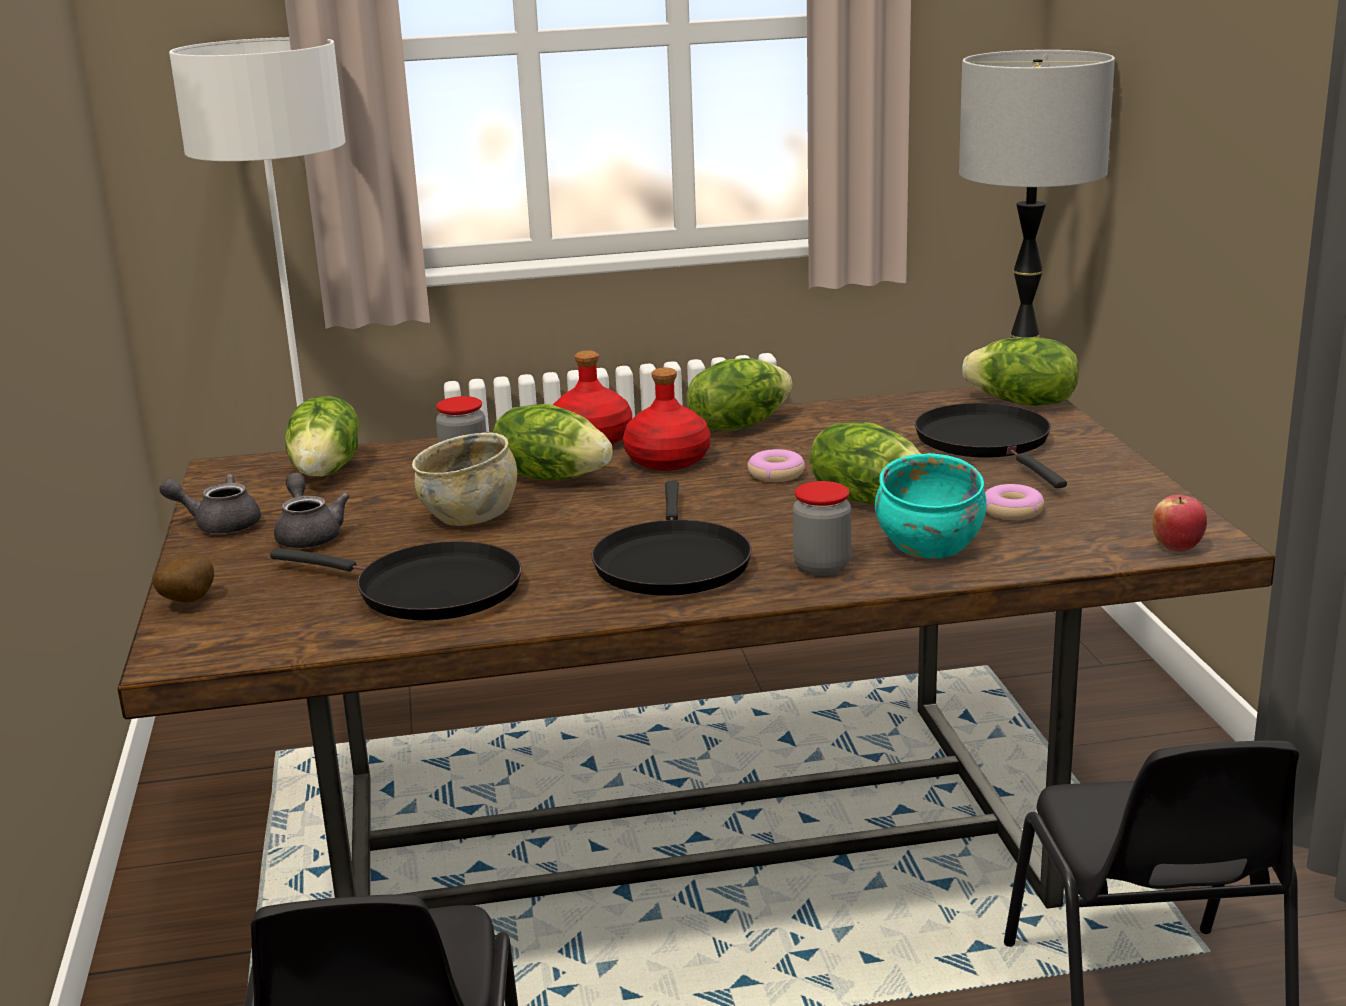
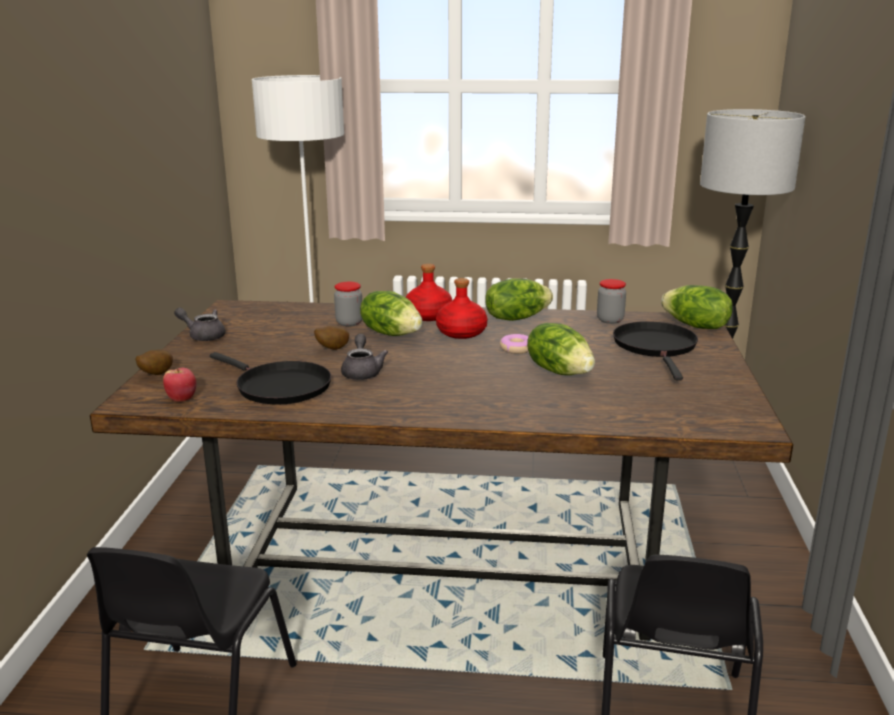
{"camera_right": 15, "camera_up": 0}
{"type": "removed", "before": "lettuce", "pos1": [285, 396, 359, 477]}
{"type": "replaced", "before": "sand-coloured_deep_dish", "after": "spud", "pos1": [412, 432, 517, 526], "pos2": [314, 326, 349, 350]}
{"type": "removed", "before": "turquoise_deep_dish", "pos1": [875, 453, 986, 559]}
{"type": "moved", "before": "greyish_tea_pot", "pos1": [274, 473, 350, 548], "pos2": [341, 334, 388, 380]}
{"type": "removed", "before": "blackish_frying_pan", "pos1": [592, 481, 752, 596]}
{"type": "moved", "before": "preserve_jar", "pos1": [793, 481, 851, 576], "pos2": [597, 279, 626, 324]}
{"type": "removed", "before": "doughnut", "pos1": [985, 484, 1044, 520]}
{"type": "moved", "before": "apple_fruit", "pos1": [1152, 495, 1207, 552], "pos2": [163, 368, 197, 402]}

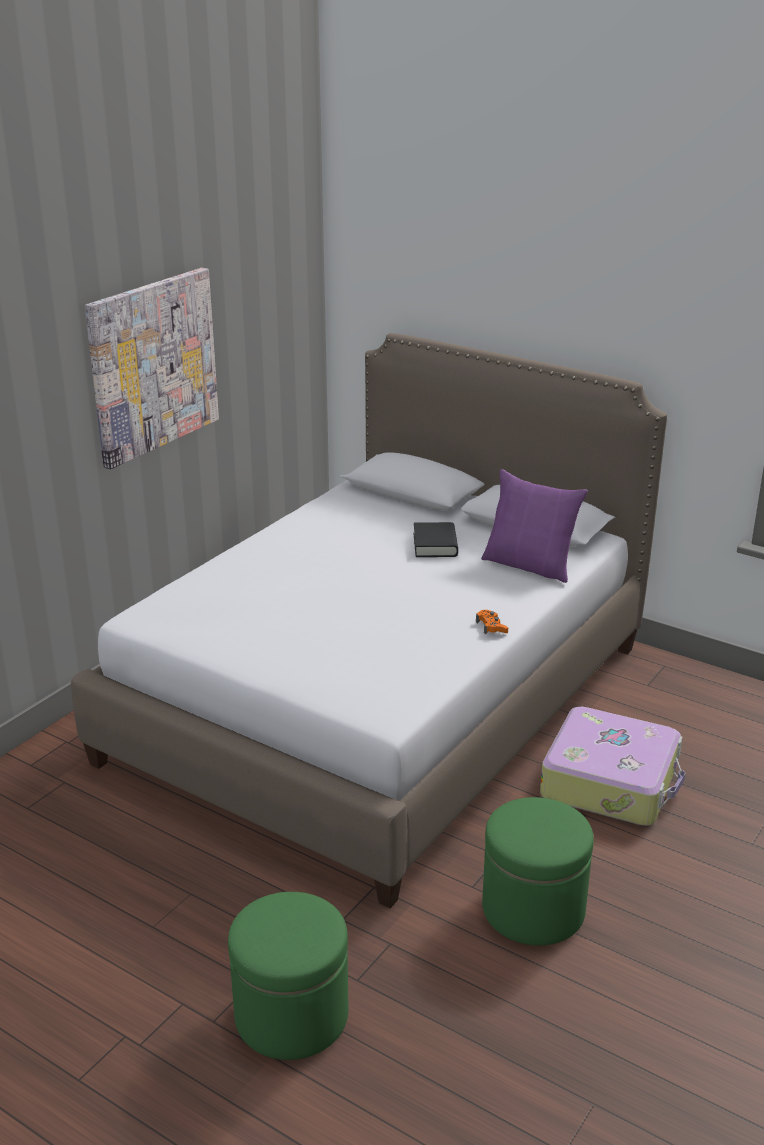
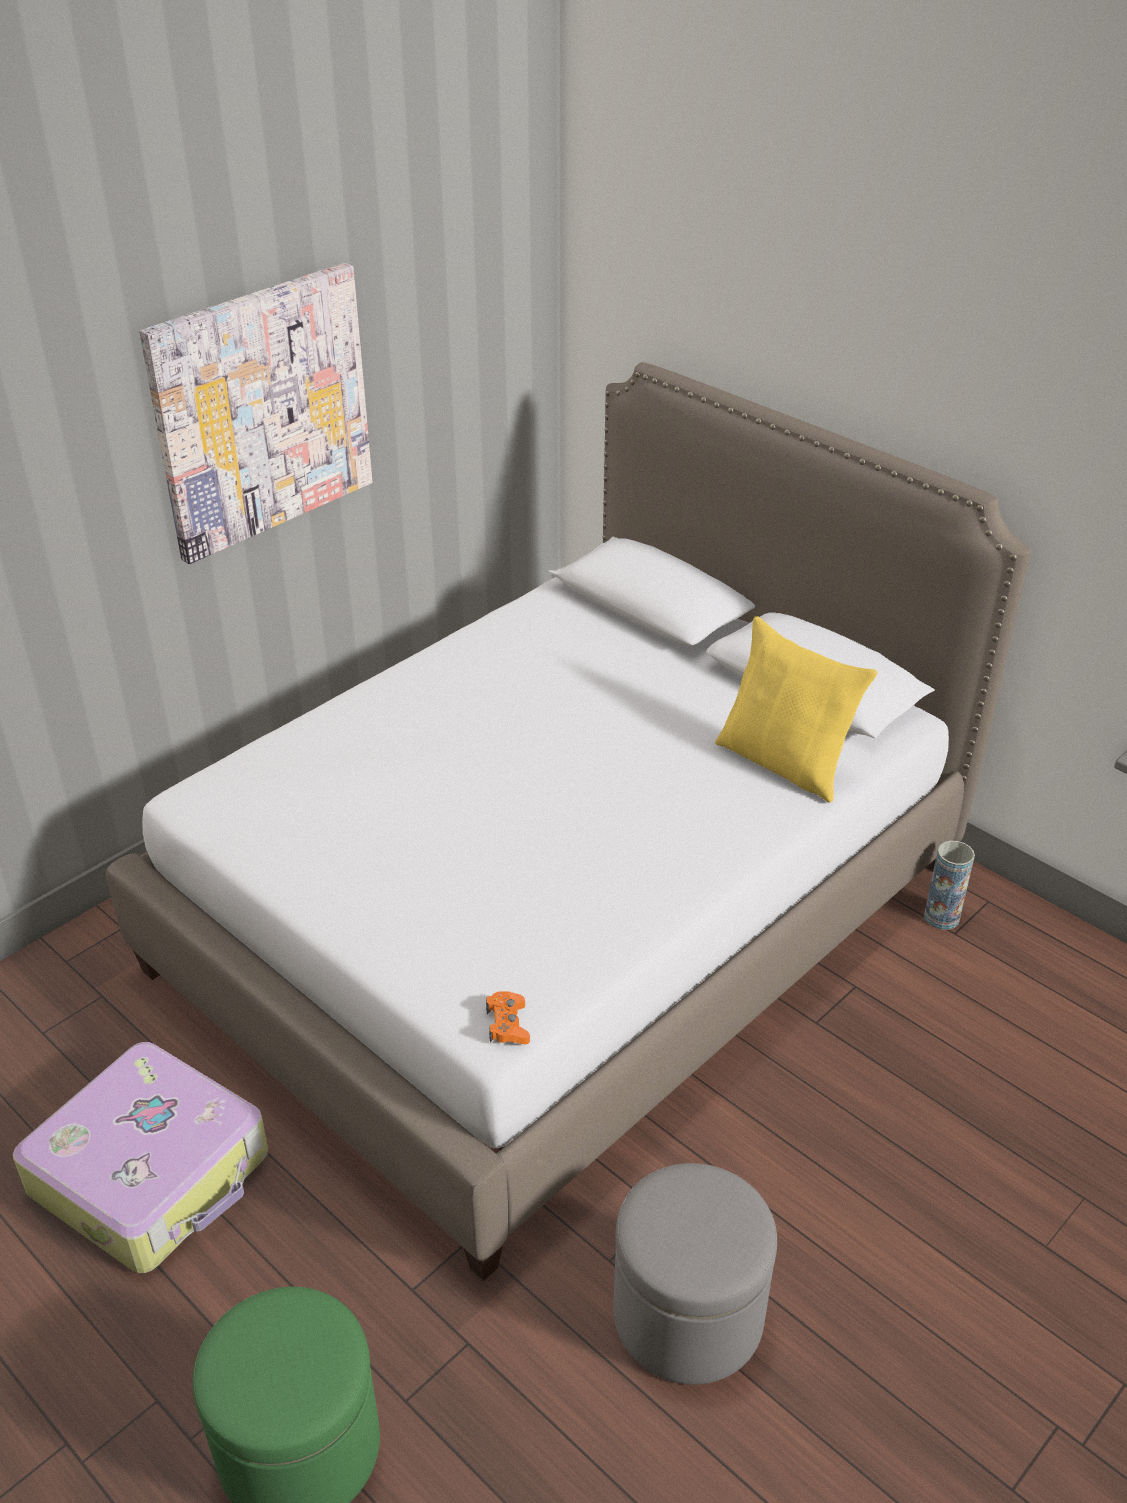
{"camera_right": 10, "camera_up": 10}
{"type": "recoloured", "before": "purple_cushion", "after": "yellow-coloured_cushion", "pos1": [481, 469, 588, 583], "pos2": [715, 616, 878, 803]}
{"type": "removed", "before": "blackish_book", "pos1": [413, 522, 458, 557]}
{"type": "moved", "before": "orange_joypad", "pos1": [476, 610, 508, 635], "pos2": [486, 991, 530, 1044]}
{"type": "moved", "before": "travel_case", "pos1": [540, 707, 685, 826], "pos2": [13, 1042, 268, 1273]}
{"type": "recoloured", "before": "greenish_ottoman", "after": "greyish_ottoman", "pos1": [482, 797, 594, 945], "pos2": [613, 1163, 777, 1385]}
{"type": "added", "after": "flower_vase", "pos2": [924, 841, 975, 930]}

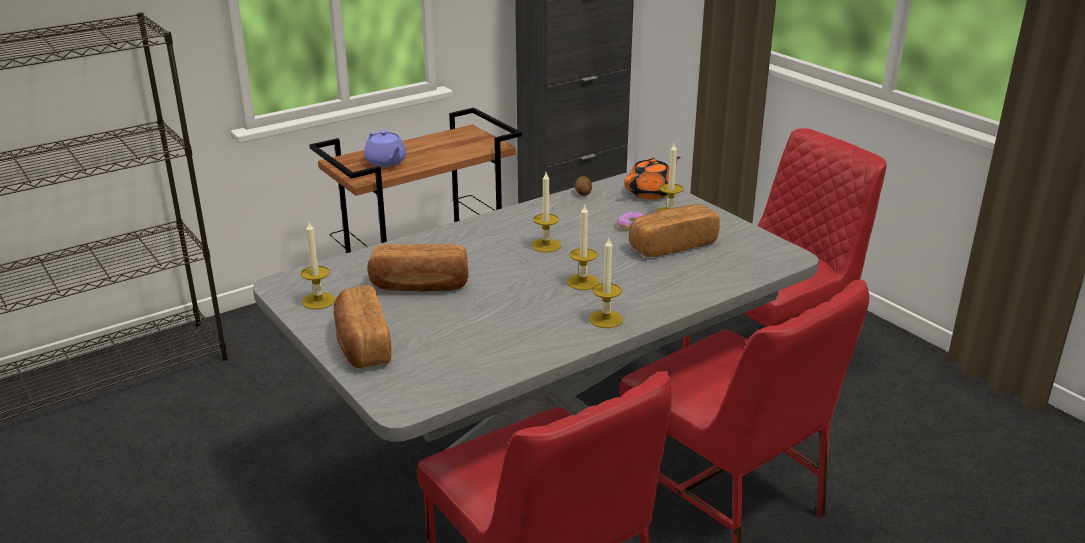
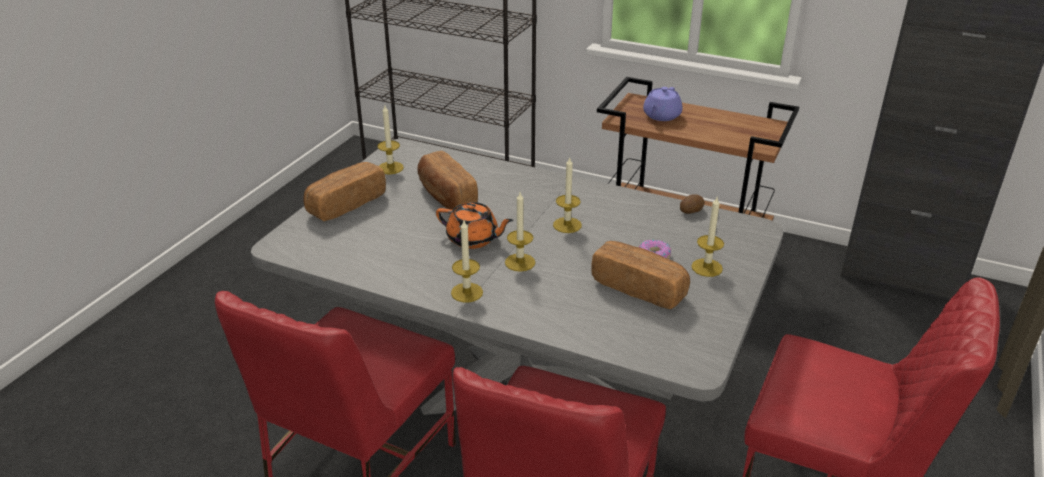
{"camera_right": 60, "camera_up": 5}
{"type": "moved", "before": "orange_tea_pot", "pos1": [624, 157, 680, 200], "pos2": [436, 202, 514, 249]}

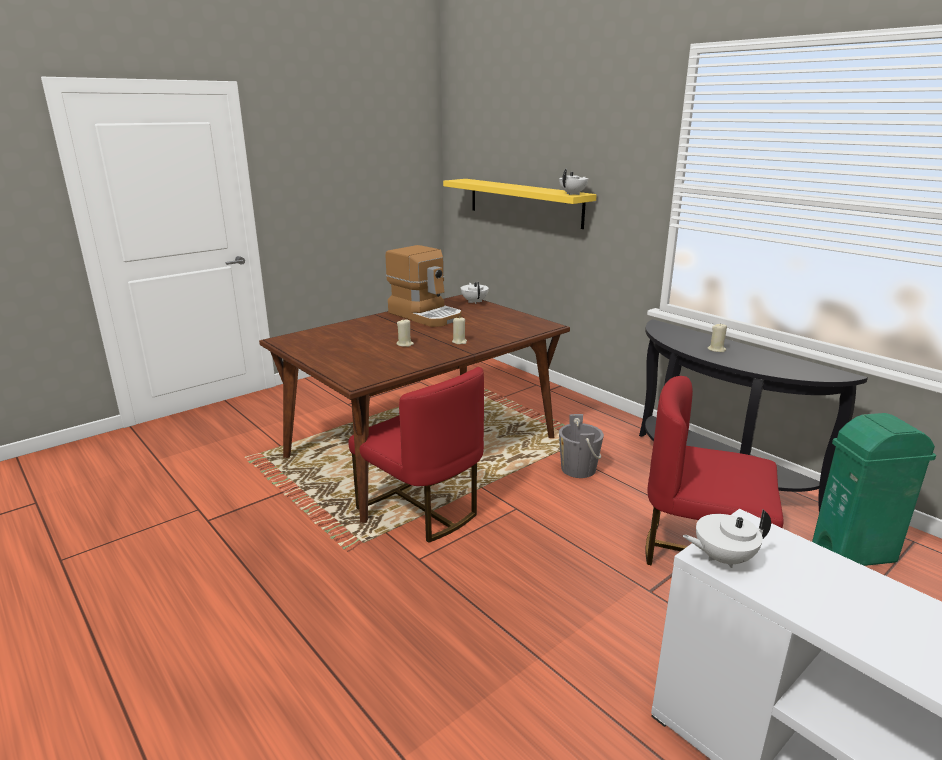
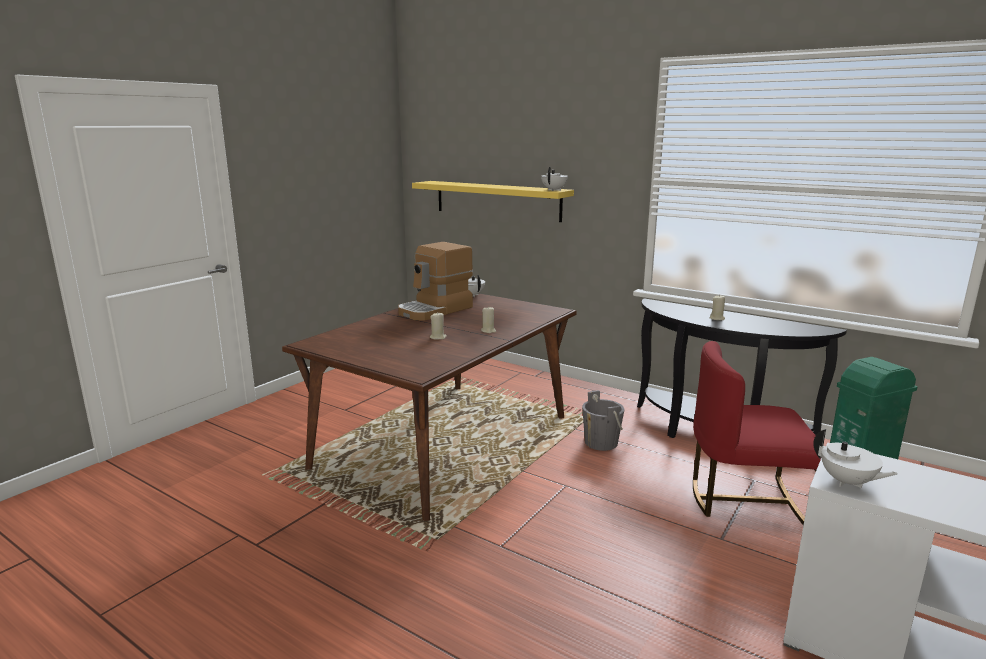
{"camera_right": -15, "camera_up": -5}
{"type": "turned", "before": "coffee_machine", "pos1": [386, 245, 462, 327], "pos2": [398, 242, 473, 321], "turn": 105}
{"type": "removed", "before": "reddish_chair", "pos1": [349, 367, 484, 543]}
{"type": "turned", "before": "white-coloured_tea_pot", "pos1": [683, 510, 771, 568], "pos2": [813, 429, 898, 488], "turn": -105}

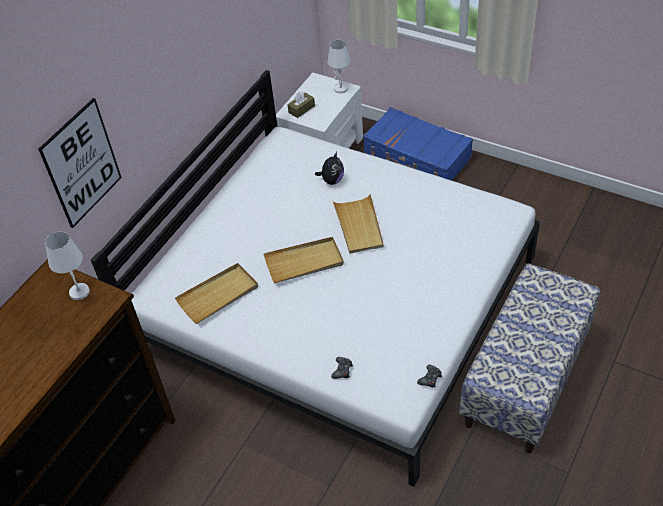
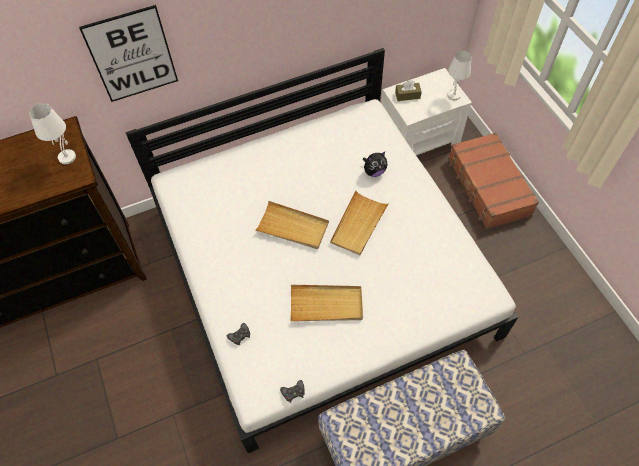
{"camera_right": 35, "camera_up": 10}
{"type": "recoloured", "before": "bluish_travel_case", "after": "brownish_travel_case", "pos1": [363, 107, 473, 181], "pos2": [448, 132, 539, 229]}
{"type": "moved", "before": "sand-coloured_serving_tray", "pos1": [175, 263, 258, 324], "pos2": [291, 285, 363, 321]}

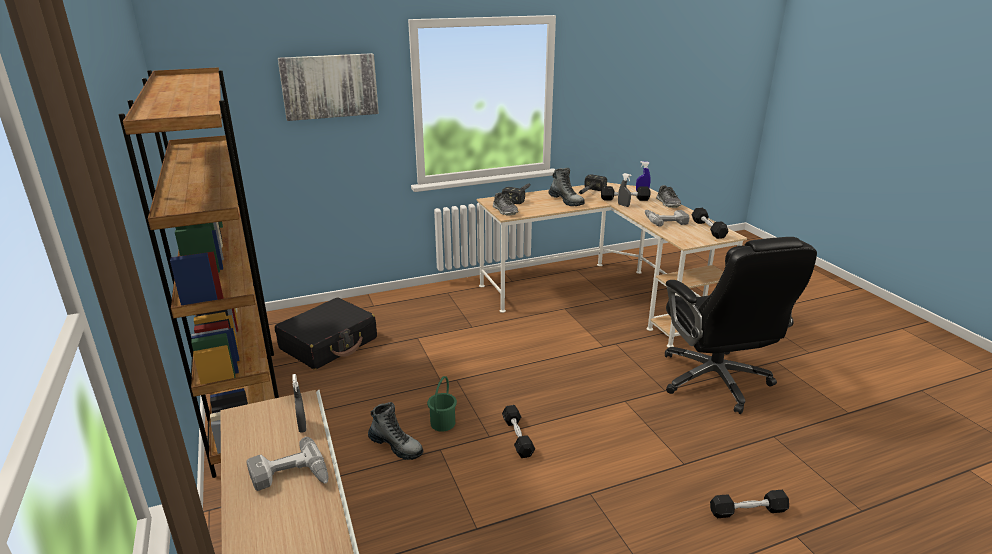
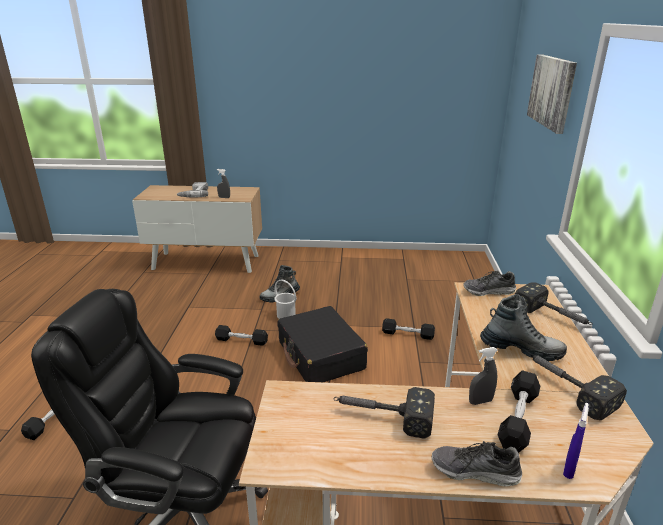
{"camera_right": 115, "camera_up": 0}
{"type": "removed", "before": "brownish_bookcase", "pos1": [118, 67, 279, 478]}
{"type": "turned", "before": "high-top_boot", "pos1": [548, 168, 585, 206], "pos2": [480, 294, 567, 361], "turn": -150}
{"type": "moved", "before": "blackish_free_weight", "pos1": [691, 208, 729, 239], "pos2": [382, 318, 435, 340]}
{"type": "replaced", "before": "drill", "after": "hammer", "pos1": [645, 210, 689, 226], "pos2": [333, 387, 435, 439]}
{"type": "moved", "before": "blackish_travel_case", "pos1": [275, 298, 377, 370], "pos2": [277, 306, 368, 382]}
{"type": "recoloured", "before": "greenish_pail", "after": "white-coloured_pail", "pos1": [427, 376, 457, 432], "pos2": [274, 280, 297, 319]}

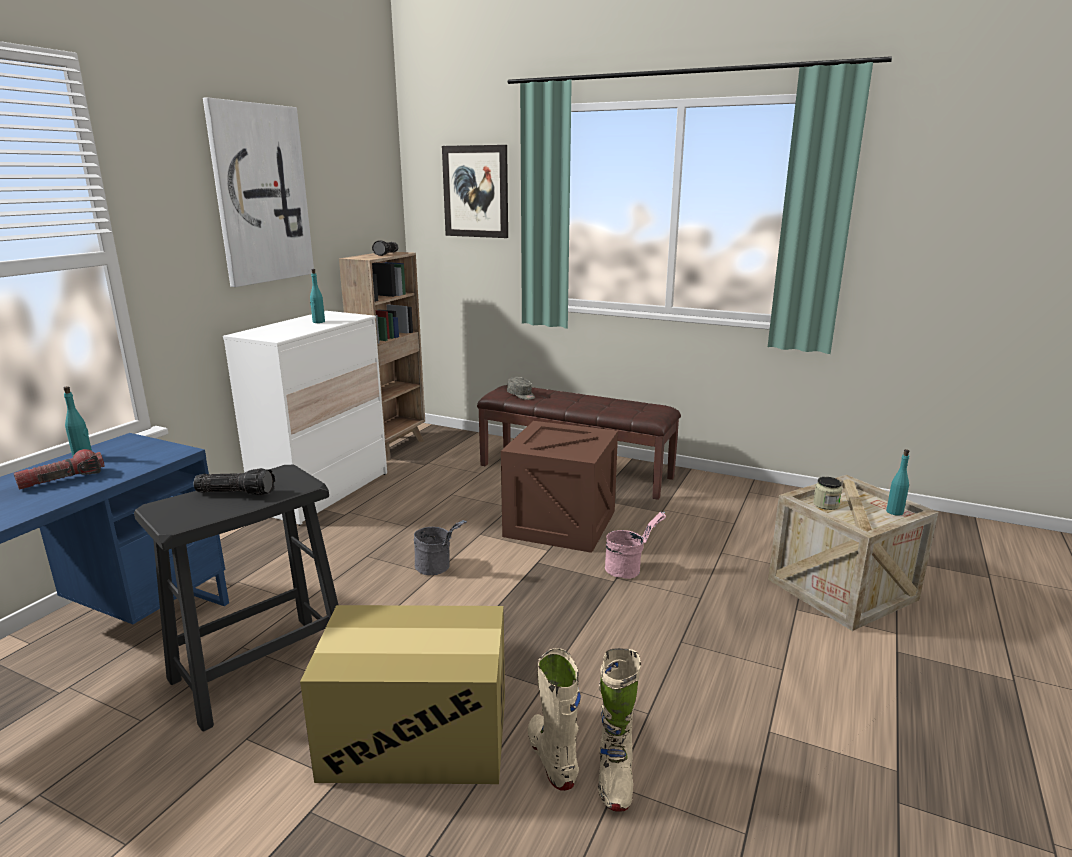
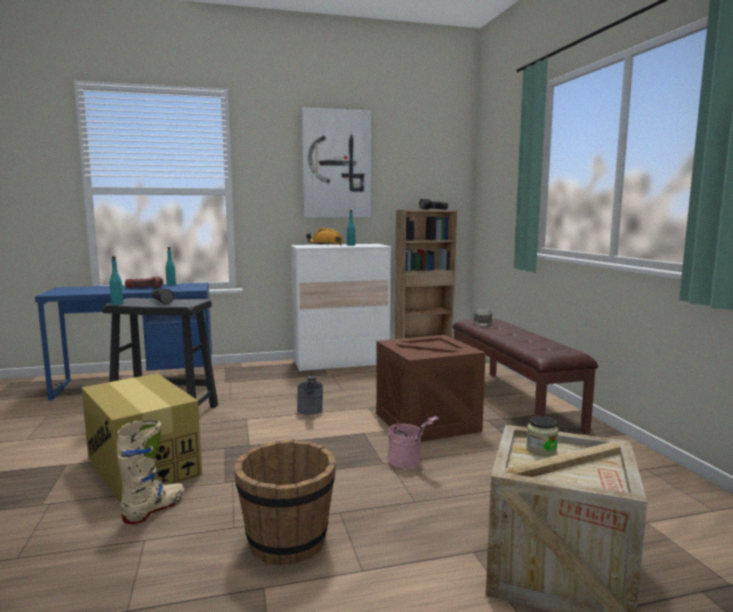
{"camera_right": 50, "camera_up": -10}
{"type": "removed", "before": "wall_art", "pos1": [442, 145, 508, 238]}
{"type": "moved", "before": "turquoise_bottle", "pos1": [886, 449, 909, 516], "pos2": [110, 256, 123, 305]}
{"type": "removed", "before": "sand-coloured_high-top_boot", "pos1": [598, 648, 641, 812]}
{"type": "added", "after": "orange_safety_helmet", "pos2": [306, 228, 343, 246]}
{"type": "added", "after": "brownish_pail", "pos2": [234, 439, 336, 566]}

